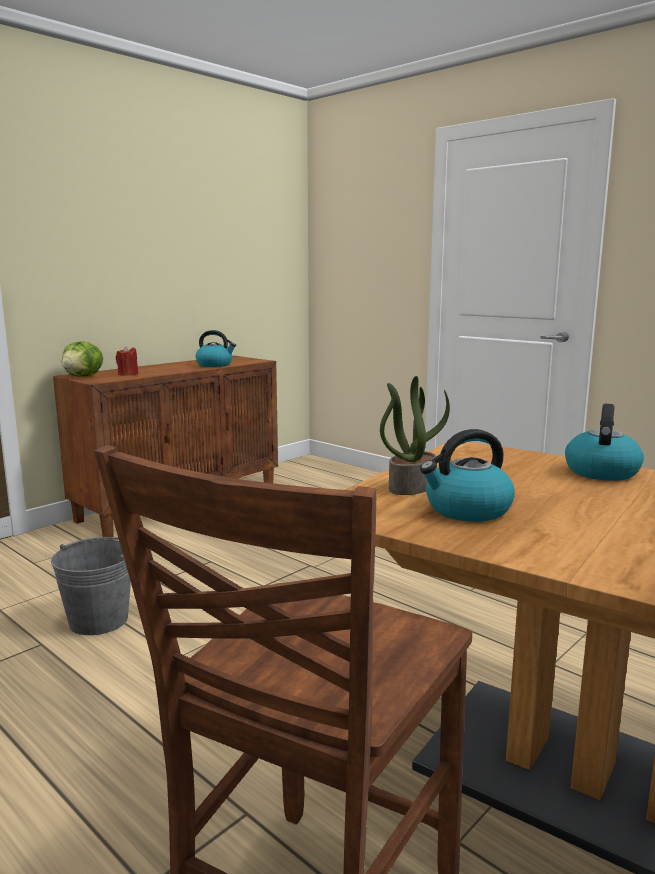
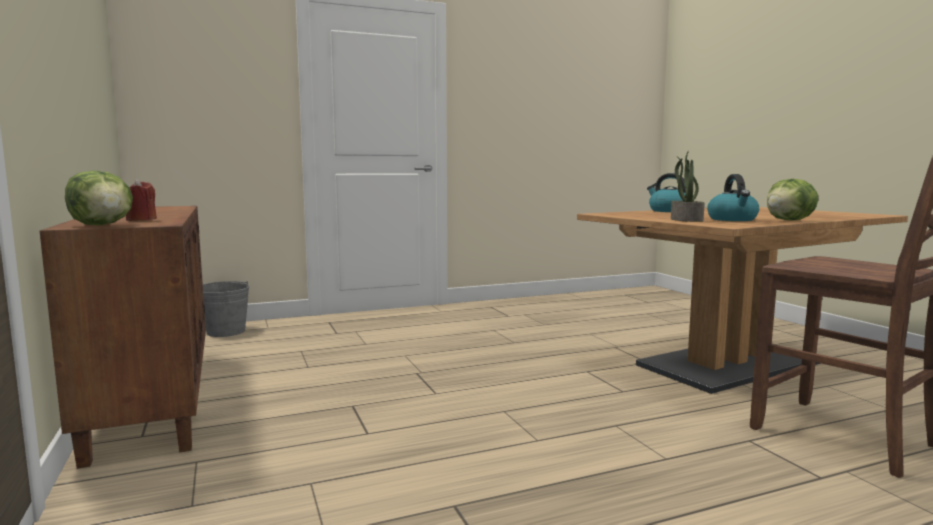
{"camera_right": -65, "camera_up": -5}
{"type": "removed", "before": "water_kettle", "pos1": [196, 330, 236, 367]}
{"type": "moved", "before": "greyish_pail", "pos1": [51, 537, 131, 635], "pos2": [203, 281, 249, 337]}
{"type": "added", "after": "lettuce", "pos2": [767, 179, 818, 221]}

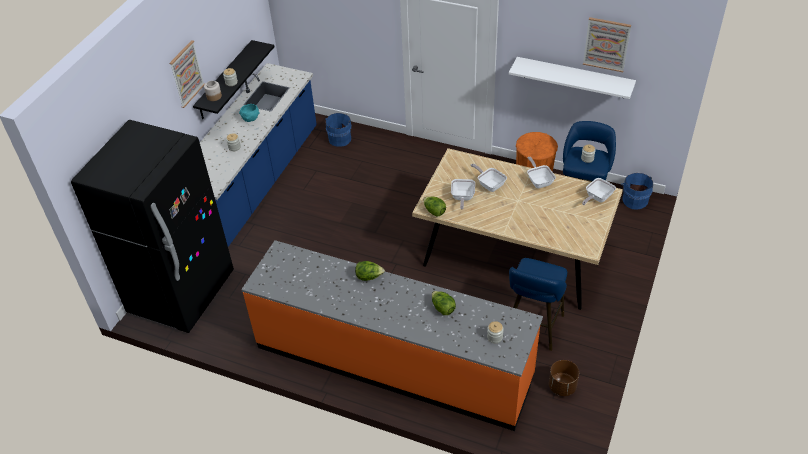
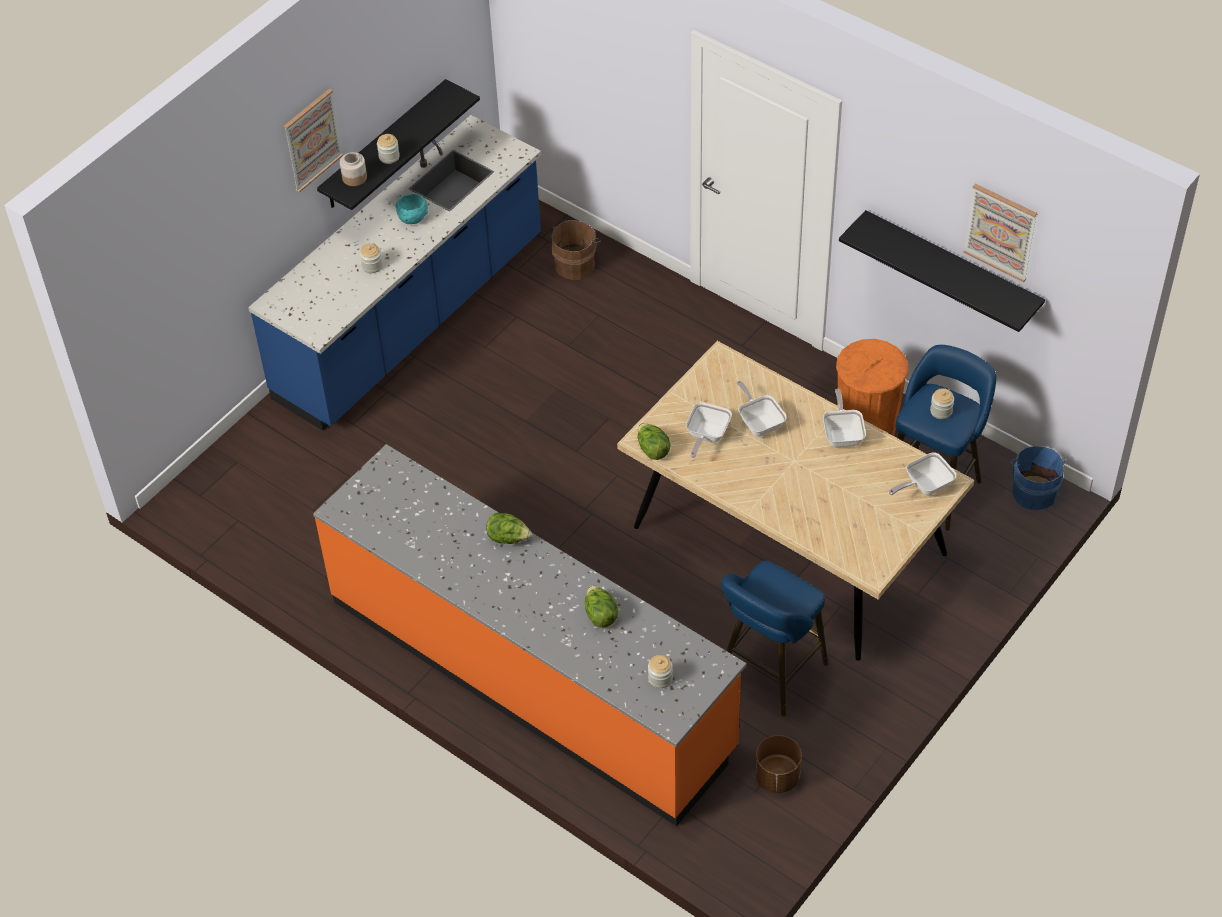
{"camera_right": 15, "camera_up": 5}
{"type": "recoloured", "before": "white-coloured_bracket_shelf", "after": "blackish_bracket_shelf", "pos1": [509, 57, 636, 99], "pos2": [839, 210, 1045, 332]}
{"type": "recoloured", "before": "bluish_pail", "after": "brownish_pail", "pos1": [326, 113, 353, 147], "pos2": [551, 220, 601, 280]}
{"type": "removed", "before": "blackish_refrigerator", "pos1": [71, 120, 234, 333]}

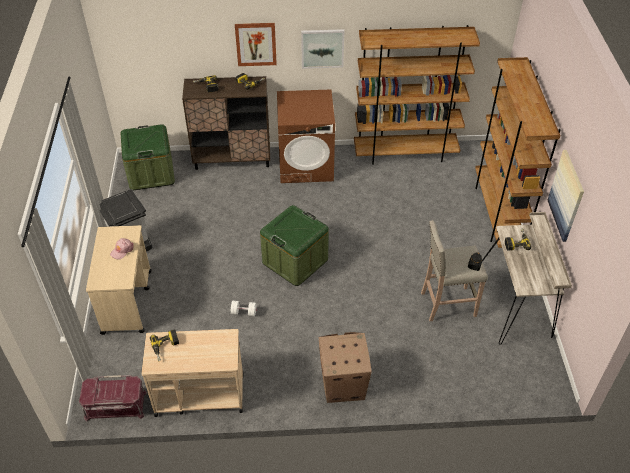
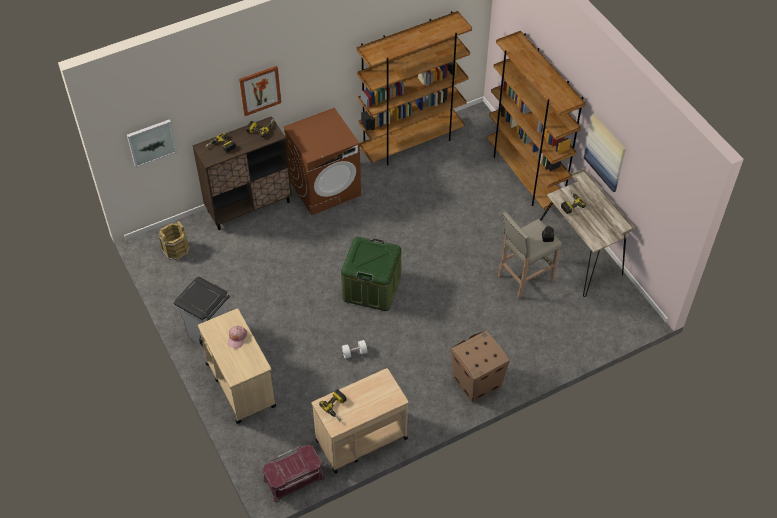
{"camera_right": -25, "camera_up": 5}
{"type": "moved", "before": "wall_art", "pos1": [301, 29, 344, 69], "pos2": [127, 119, 177, 168]}
{"type": "replaced", "before": "greenish_storage_box", "after": "brownish_pail", "pos1": [121, 124, 175, 190], "pos2": [158, 221, 190, 260]}

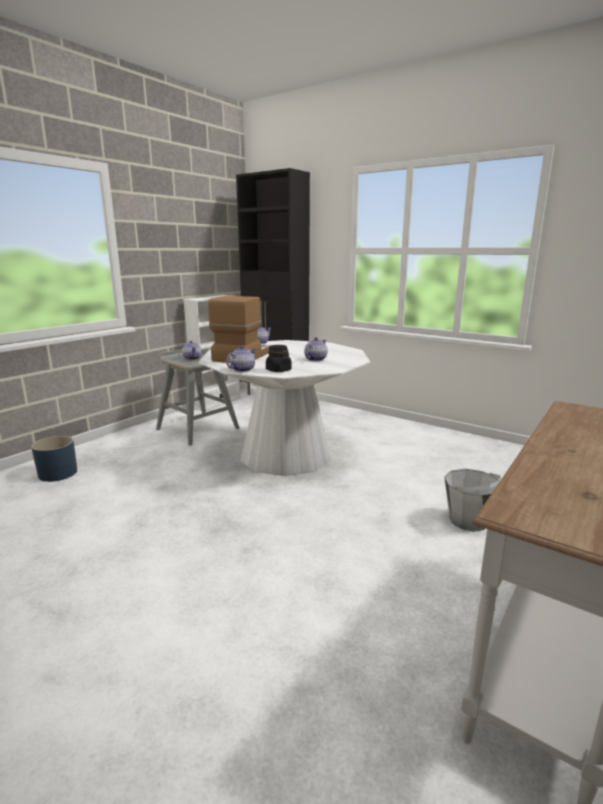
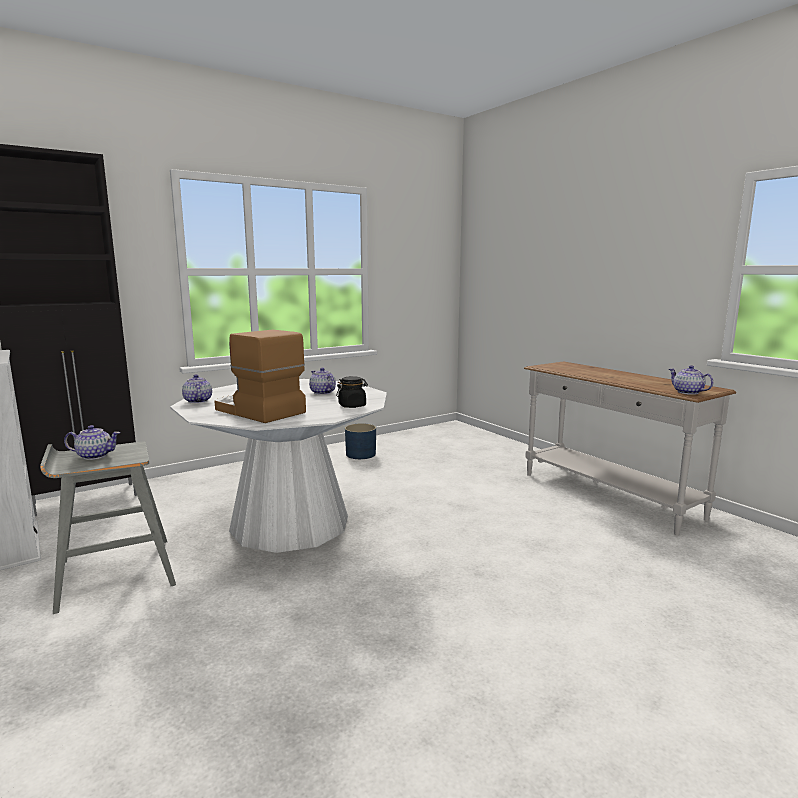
{"camera_right": -70, "camera_up": -5}
{"type": "moved", "before": "tea_pot", "pos1": [226, 346, 256, 372], "pos2": [669, 365, 714, 395]}
{"type": "moved", "before": "bluish_plant_pot", "pos1": [31, 436, 77, 482], "pos2": [345, 423, 376, 459]}
{"type": "removed", "before": "greyish_pail", "pos1": [444, 469, 501, 532]}

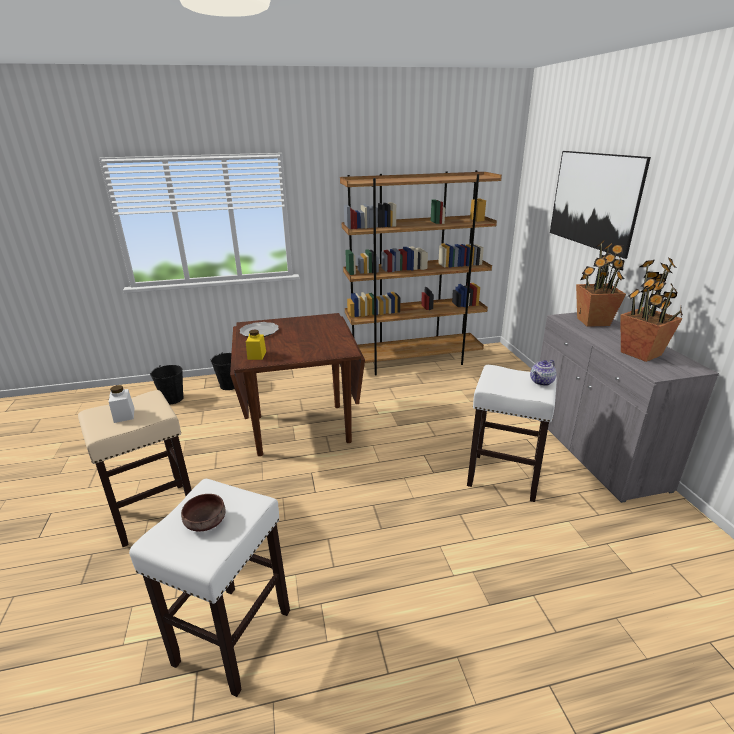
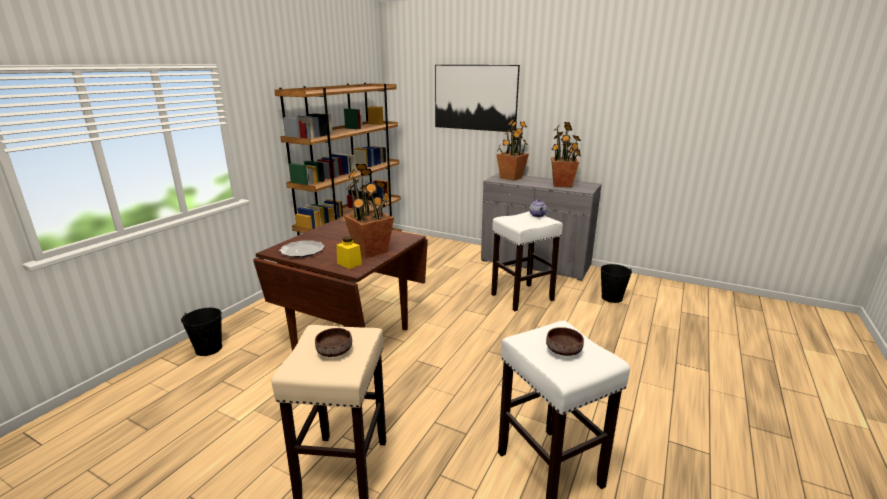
{"camera_right": -50, "camera_up": -5}
{"type": "moved", "before": "blackish_pail", "pos1": [150, 365, 184, 404], "pos2": [601, 264, 632, 303]}
{"type": "replaced", "before": "white-coloured_preserve_jar", "after": "brownish_deep_dish", "pos1": [109, 385, 134, 423], "pos2": [315, 328, 352, 357]}
{"type": "added", "after": "potted_plant", "pos2": [344, 164, 394, 258]}

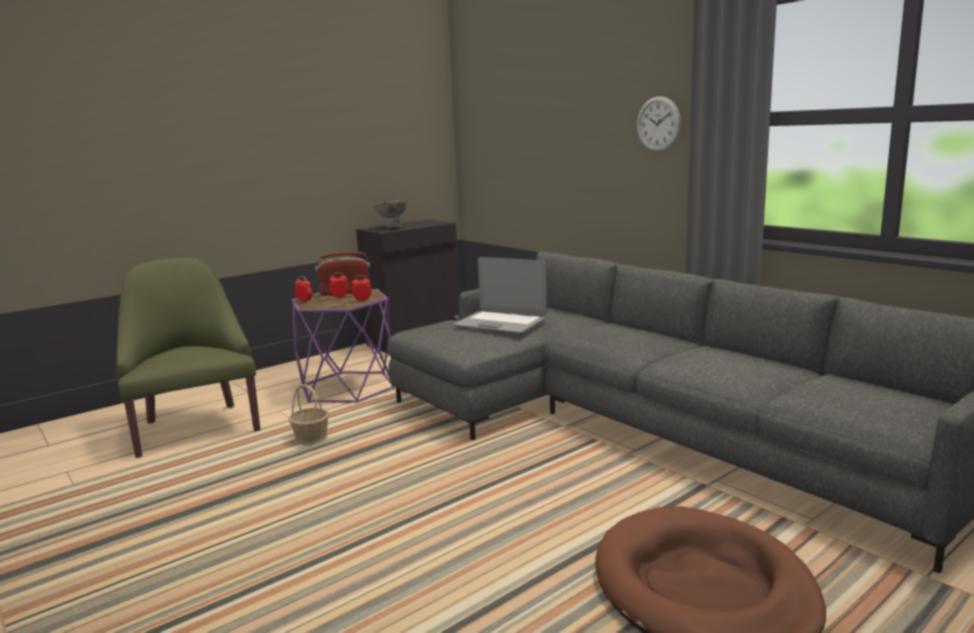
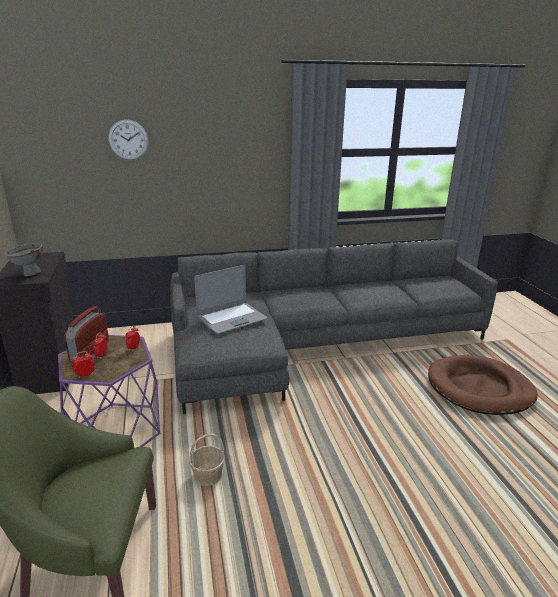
{"camera_right": -65, "camera_up": 10}
{"type": "moved", "before": "hanging_clock", "pos1": [637, 96, 681, 152], "pos2": [108, 120, 149, 160]}

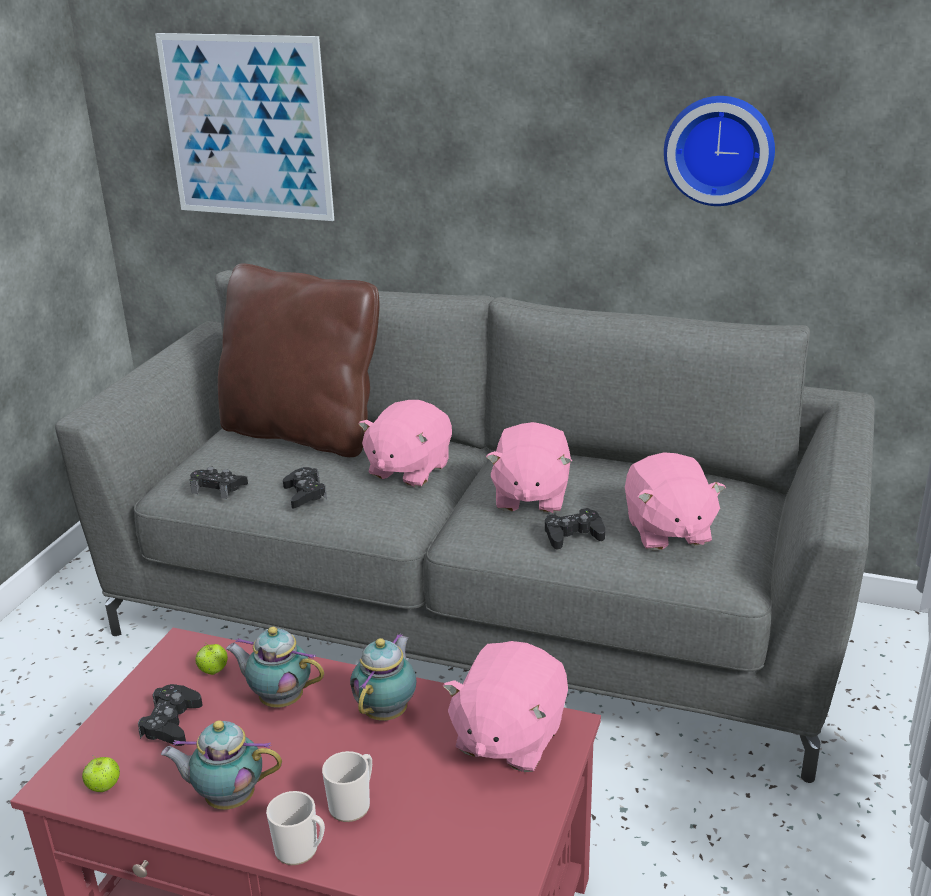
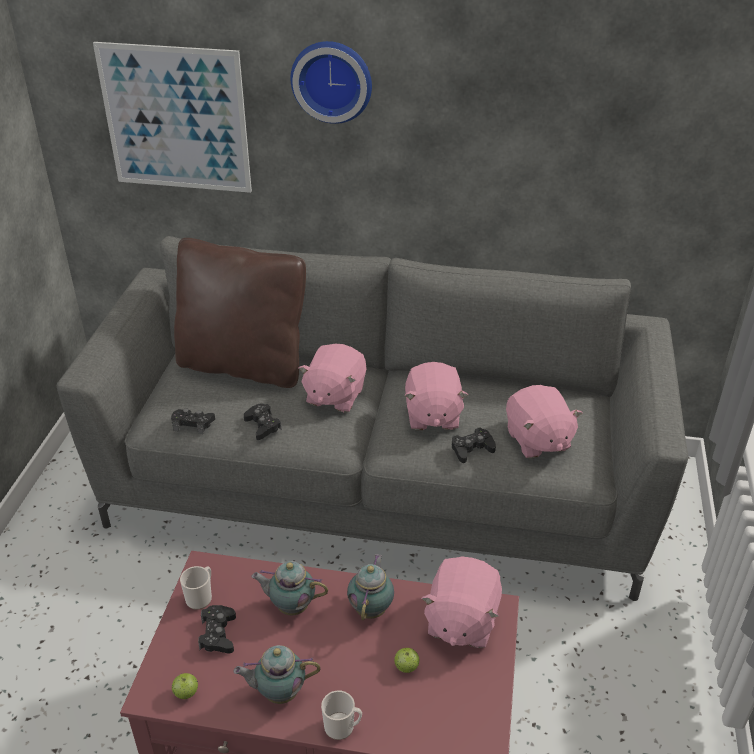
{"camera_right": -10, "camera_up": 10}
{"type": "moved", "before": "hanging_clock", "pos1": [664, 96, 775, 206], "pos2": [291, 41, 372, 124]}
{"type": "moved", "before": "apple_fruit", "pos1": [195, 642, 228, 675], "pos2": [394, 648, 419, 673]}
{"type": "moved", "before": "tea_mug", "pos1": [322, 751, 372, 822], "pos2": [180, 566, 212, 610]}

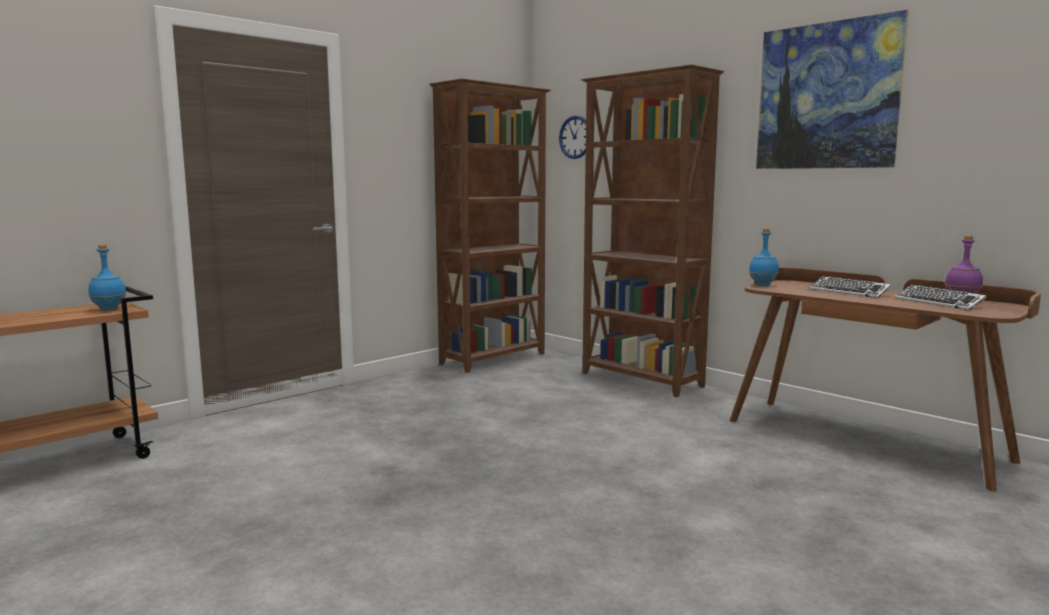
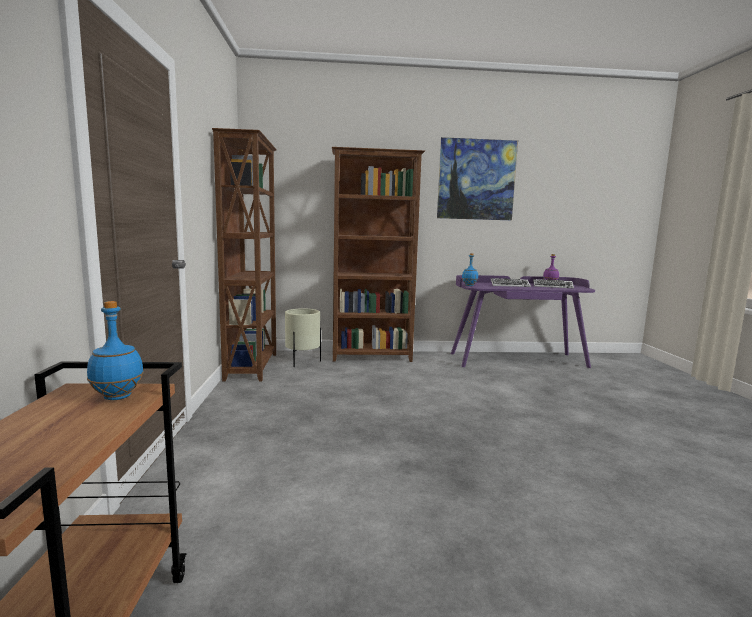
{"camera_right": -50, "camera_up": 0}
{"type": "removed", "before": "hanging_clock", "pos1": [559, 115, 586, 159]}
{"type": "recoloured", "before": "brownish_desk", "after": "purple_desk", "pos1": [730, 267, 1041, 492], "pos2": [451, 275, 595, 368]}
{"type": "added", "after": "sand-coloured_plant_pot", "pos2": [285, 308, 321, 367]}

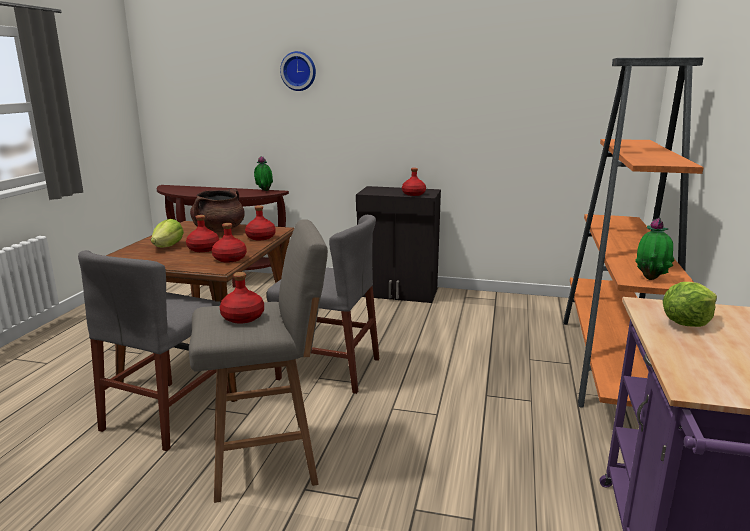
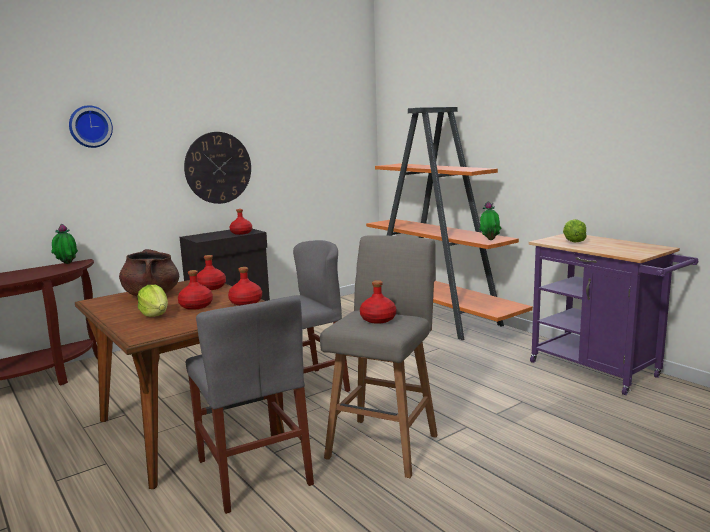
{"camera_right": -50, "camera_up": -5}
{"type": "added", "after": "hanging_clock", "pos2": [184, 132, 251, 204]}

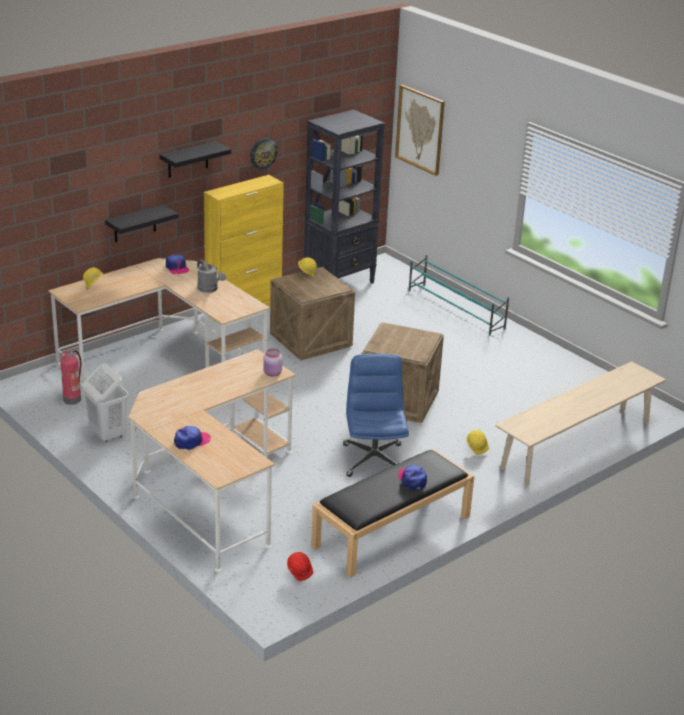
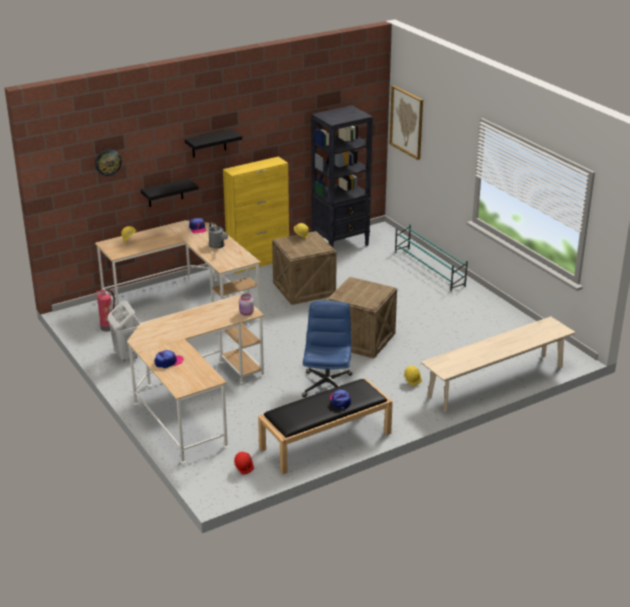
{"camera_right": 10, "camera_up": 0}
{"type": "moved", "before": "hanging_clock", "pos1": [250, 138, 277, 170], "pos2": [95, 150, 122, 176]}

